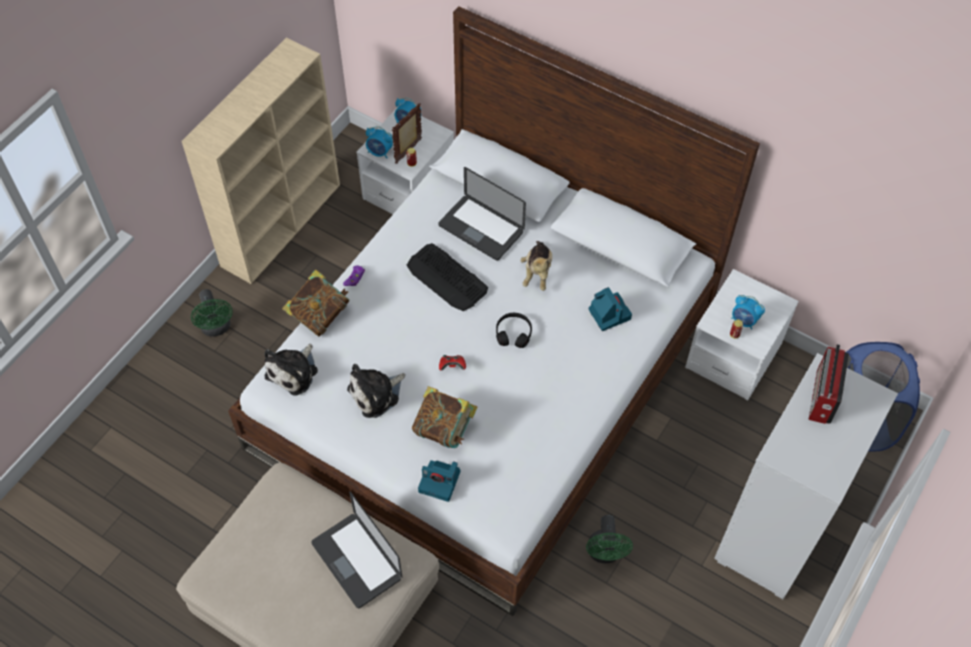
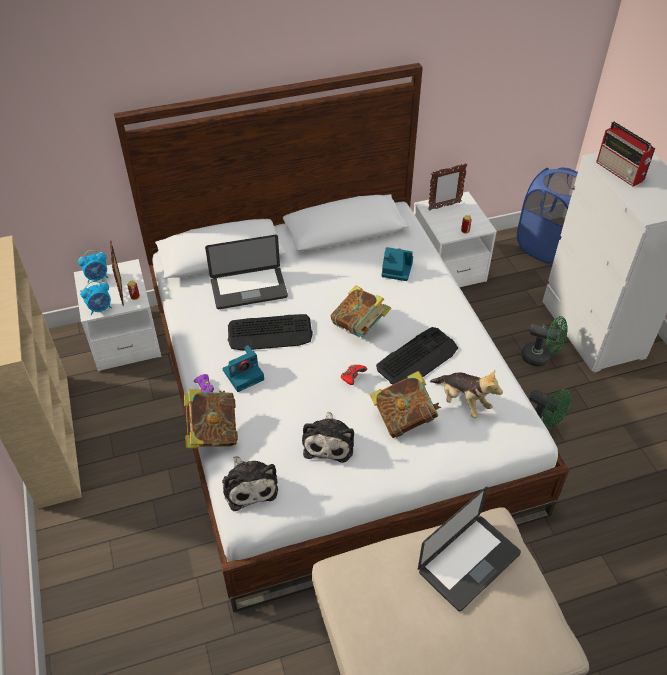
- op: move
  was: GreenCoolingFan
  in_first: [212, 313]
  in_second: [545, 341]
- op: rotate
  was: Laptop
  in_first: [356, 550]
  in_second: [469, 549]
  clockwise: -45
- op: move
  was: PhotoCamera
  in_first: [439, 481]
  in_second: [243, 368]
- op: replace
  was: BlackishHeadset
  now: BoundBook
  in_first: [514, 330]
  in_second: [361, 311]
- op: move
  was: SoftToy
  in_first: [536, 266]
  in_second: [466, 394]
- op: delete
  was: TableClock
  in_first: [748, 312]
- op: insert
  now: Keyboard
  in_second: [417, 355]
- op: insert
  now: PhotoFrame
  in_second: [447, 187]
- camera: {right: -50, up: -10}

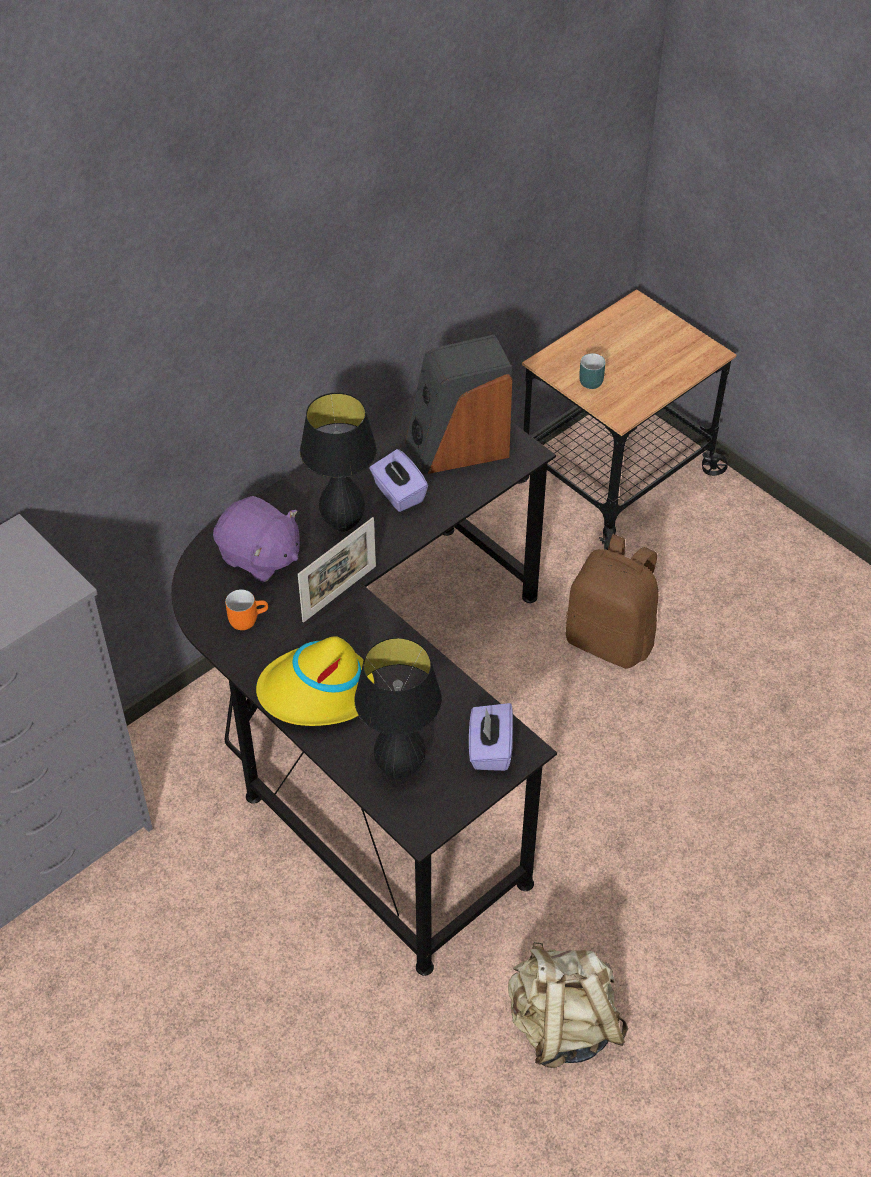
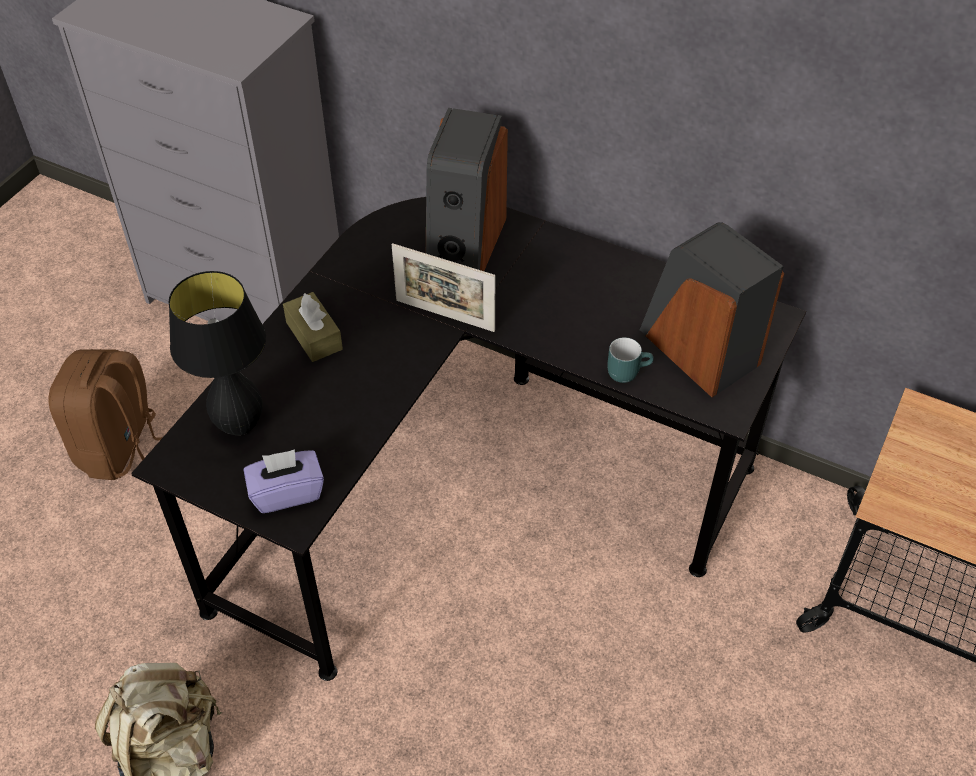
- op: replace
  was: PurpleColouredSoftToy
  now: Loudspeaker
  in_first: [256, 539]
  in_second: [467, 189]
- op: delete
  was: OrangeyMug
  in_first: [246, 609]
- op: replace
  was: YellowColouredClothingHat
  now: BrownColouredTissueHolder
  in_first: [315, 681]
  in_second: [313, 327]
- op: delete
  was: BlackishTableLamp
  in_first: [338, 461]
- op: delete
  was: PurpleColouredTissueHolder
  in_first: [398, 480]
- op: move
  was: BrownColouredRucksack
  in_first: [612, 601]
  in_second: [105, 414]
- op: move
  was: BlueGreenMug
  in_first: [592, 371]
  in_second: [630, 360]
- camera: {right: 70, up: 0}

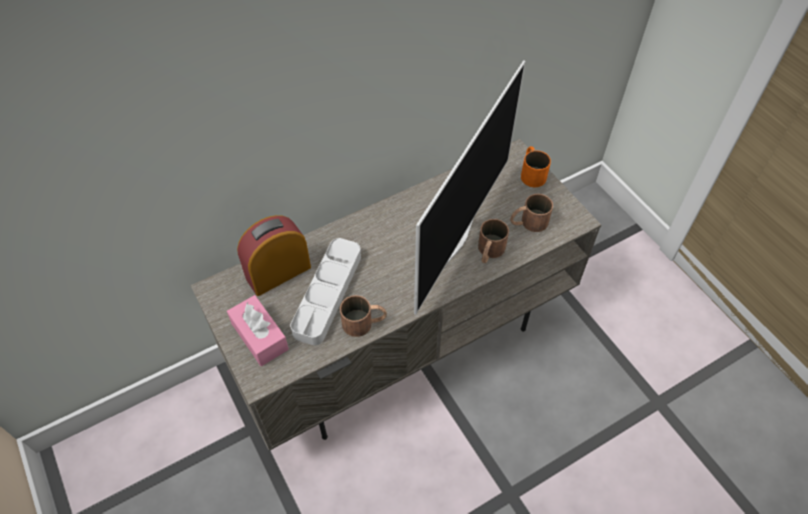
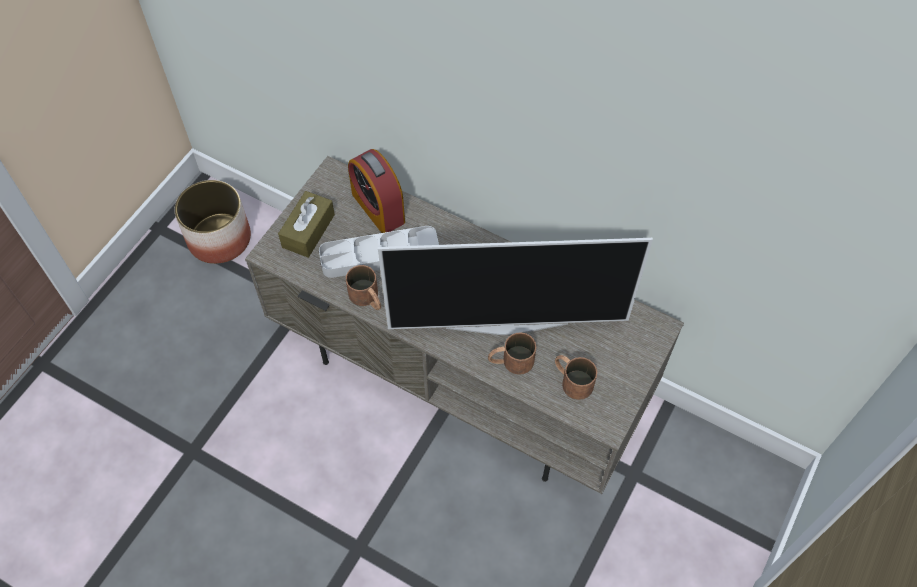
- op: recolor
  was: PinkishTissueHolder
  now: BrownColouredTissueHolder
  in_first: [258, 330]
  in_second: [306, 224]
- op: rotate
  was: TableClock
  in_first: [274, 255]
  in_second: [376, 191]
  clockwise: -150
- op: delete
  was: OrangeyMug
  in_first: [536, 166]
- op: insert
  now: Planter
  in_second: [212, 222]
- camera: {right: 60, up: 5}

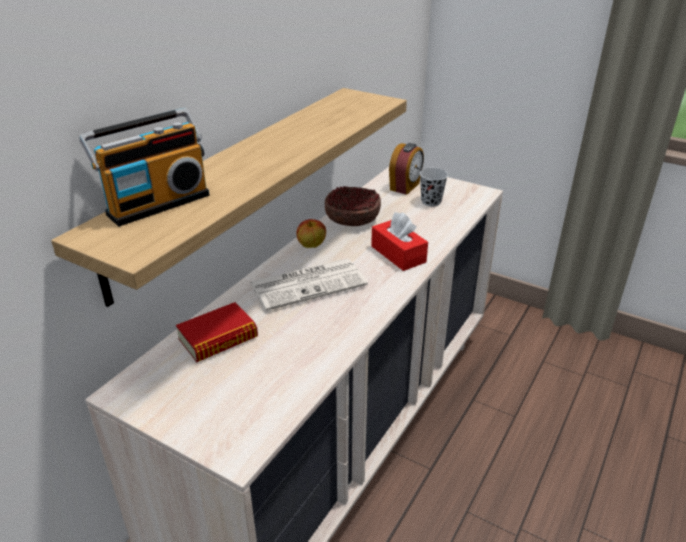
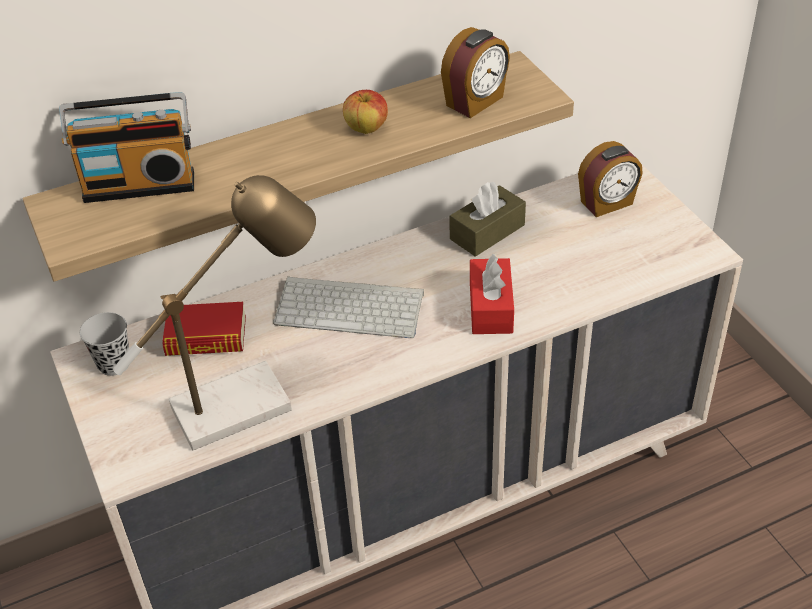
- op: replace
  was: Newspaper
  now: Keyboard
  in_first: [309, 285]
  in_second: [348, 307]
- op: move
  was: Apple
  in_first: [311, 233]
  in_second: [365, 112]
- op: replace
  was: DeepDish
  now: BrownColouredTissueHolder
  in_first: [353, 206]
  in_second: [487, 219]
- op: move
  was: BlackishCup
  in_first: [433, 187]
  in_second: [104, 344]
- op: insert
  now: TableLamp
  in_second: [214, 312]
- op: insert
  now: TableClock
  in_second: [475, 72]
- camera: {right: 35, up: 10}

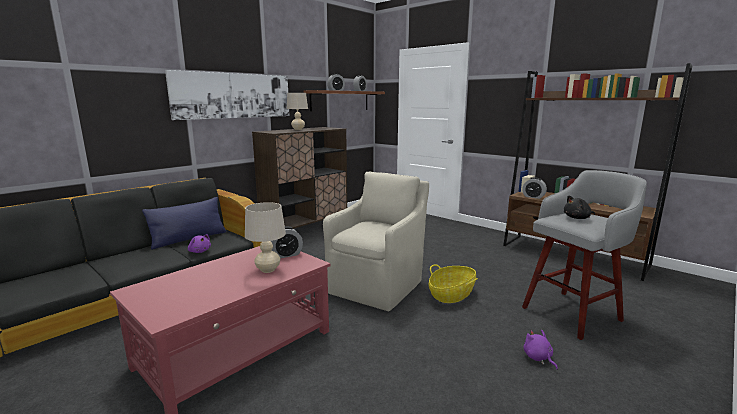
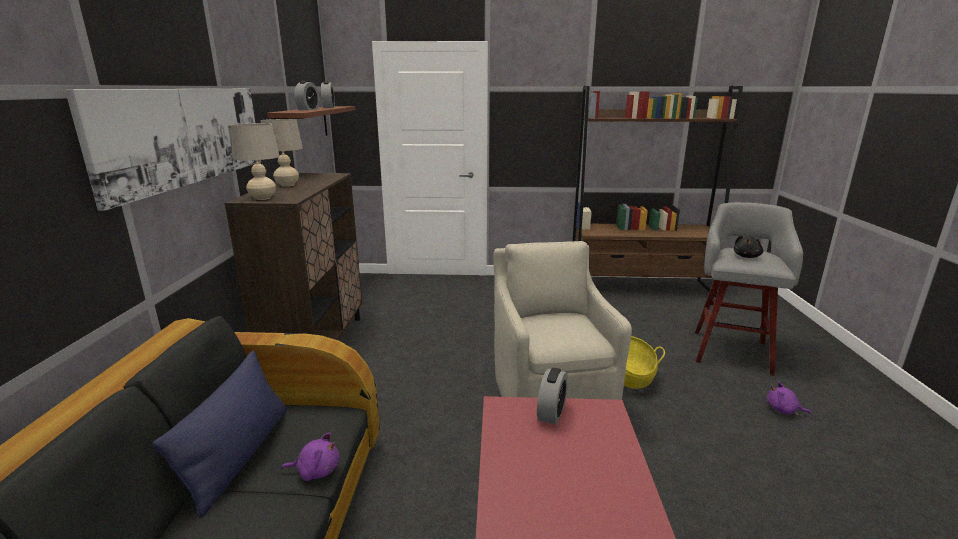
- op: move
  was: BeigeTableLamp
  in_first: [265, 237]
  in_second: [255, 161]
- op: delete
  was: TableClock
  in_first: [534, 188]
- camera: {right: -40, up: 5}

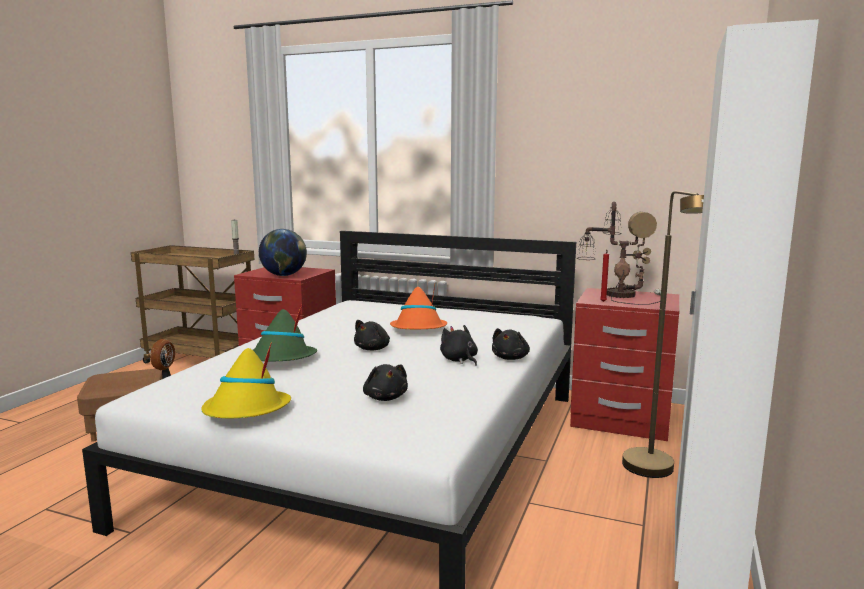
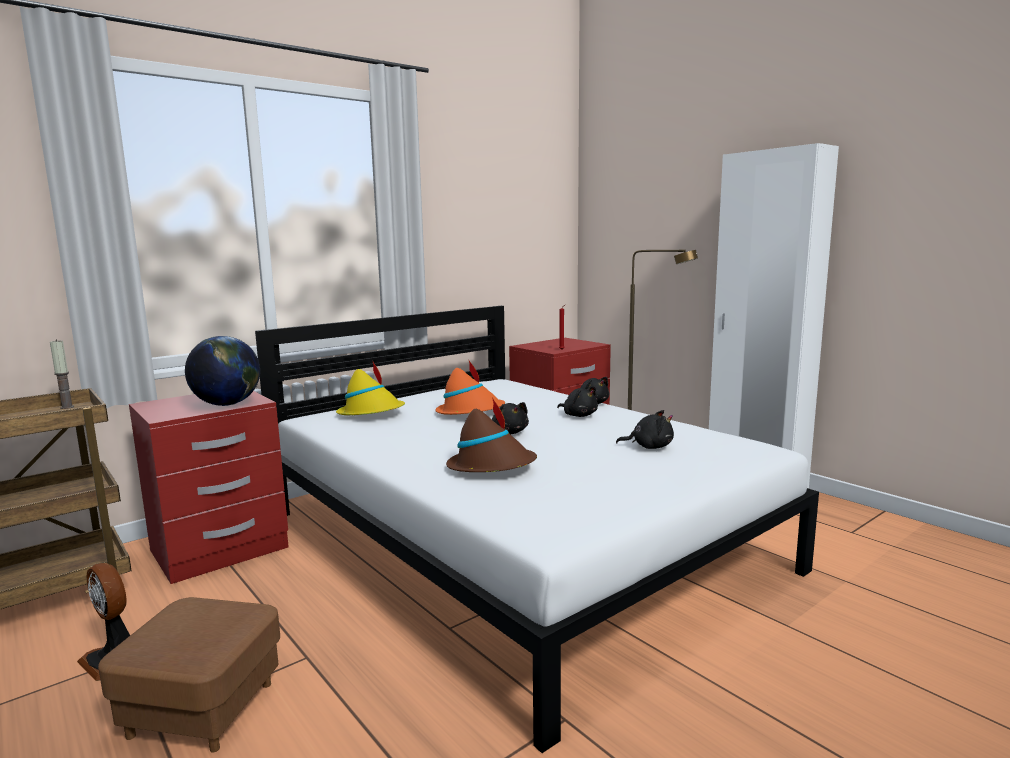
- op: move
  was: YellowColouredClothingHat
  in_first: [246, 380]
  in_second: [370, 388]
- op: recolor
  was: GreenClothingHat
  now: BrownColouredClothingHat
  in_first: [285, 333]
  in_second: [491, 434]
- op: rotate
  was: BlackishSoftToy
  in_first: [459, 345]
  in_second: [577, 401]
  clockwise: -135
- op: delete
  was: TableLamp
  in_first: [619, 253]
- camera: {right: -60, up: 0}

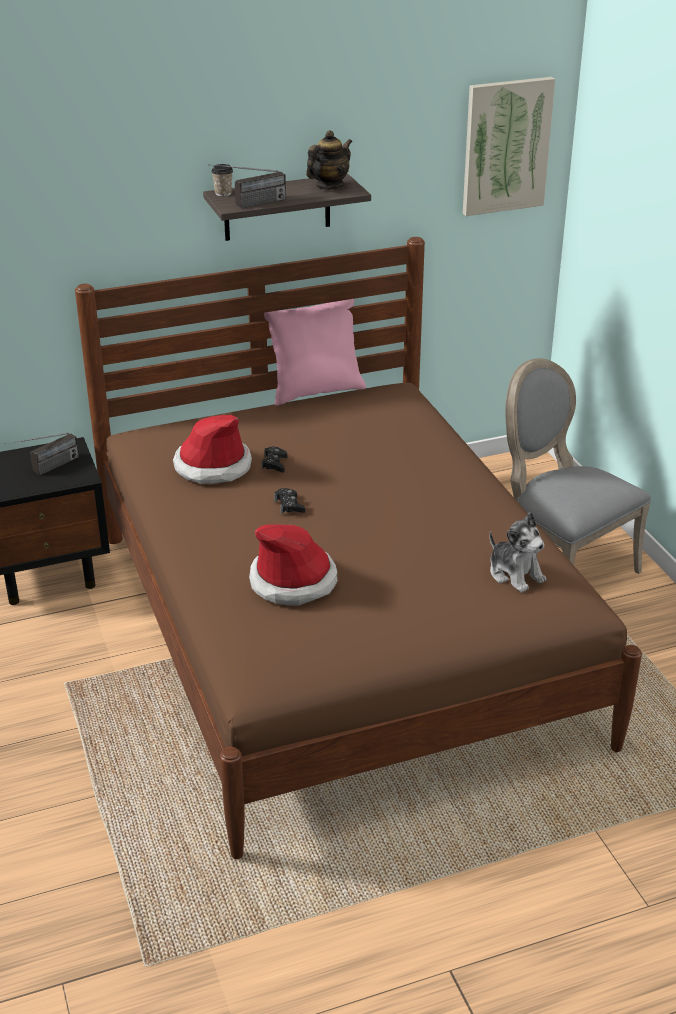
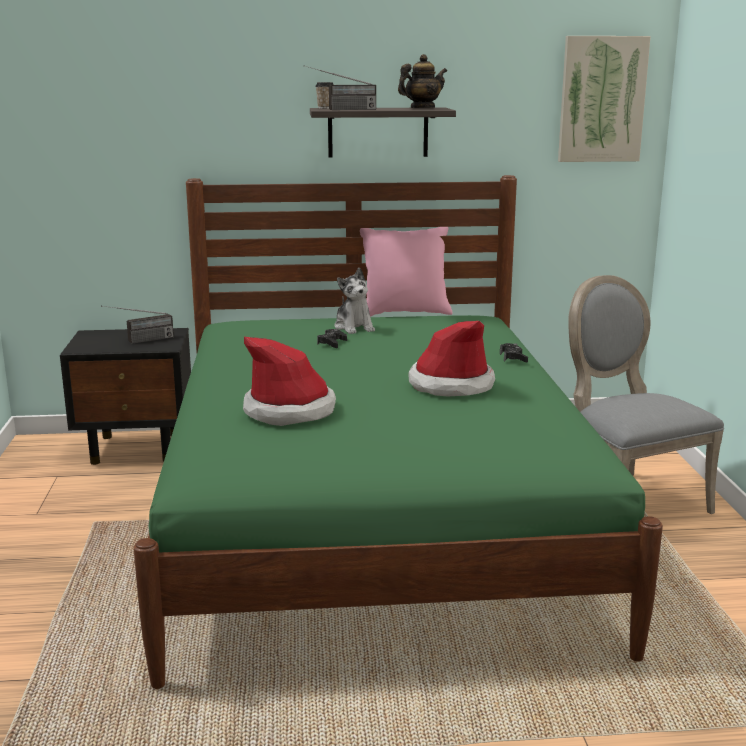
- op: recolor
  was: BrownColouredBed
  now: GreenBed
  in_first: [358, 548]
  in_second: [398, 432]
- op: move
  was: ClothingHat
  in_first: [212, 449]
  in_second: [451, 358]
- op: move
  was: BlackishJoypad
  in_first: [289, 501]
  in_second: [514, 353]
- op: move
  was: SoftToy
  in_first: [517, 552]
  in_second: [354, 301]
- camera: {right: 15, up: -15}

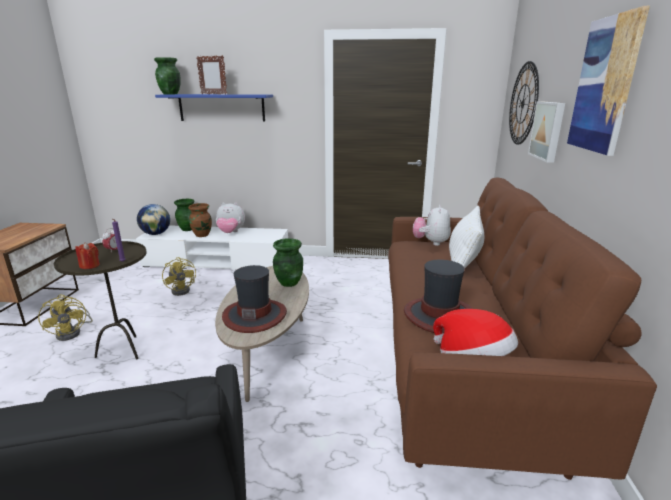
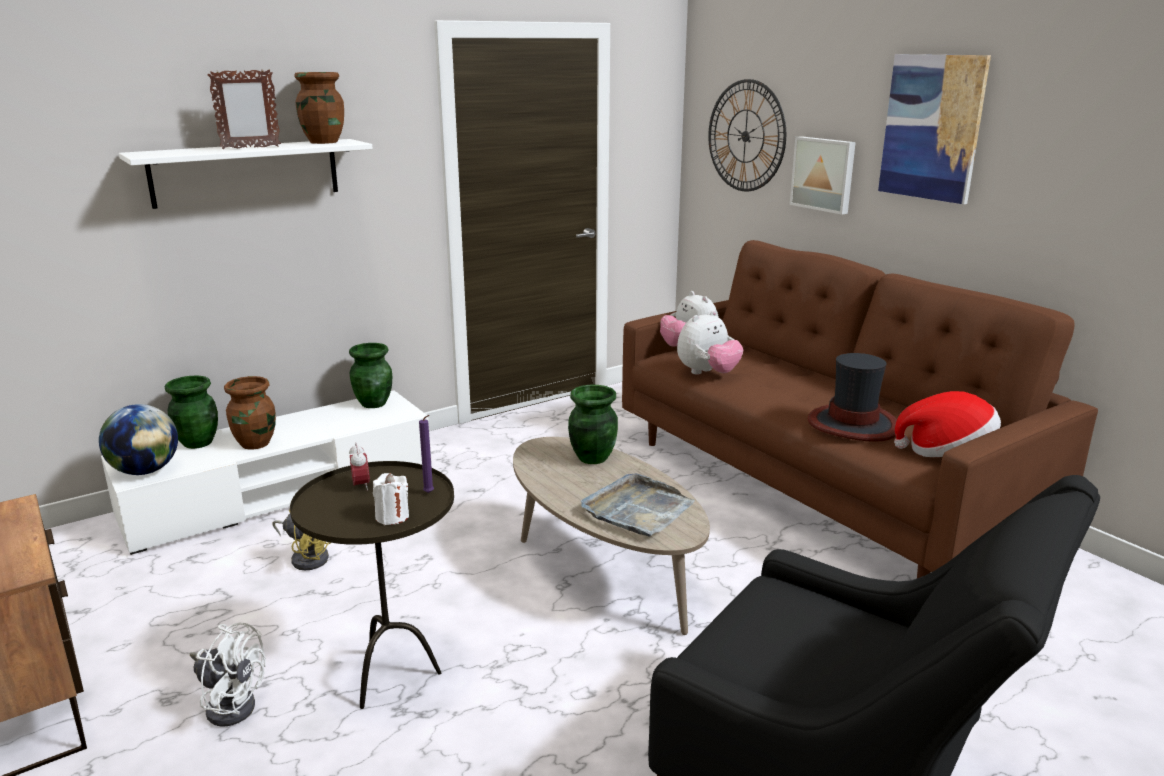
- op: recolor
  was: YellowColouredCoolingFan
  now: WhiteColouredCoolingFan
  in_first: [65, 317]
  in_second: [228, 674]
- op: recolor
  was: ReddishCandle
  now: WhiteColouredCandle
  in_first: [87, 256]
  in_second: [391, 499]
- op: move
  was: GreenFlowerVase
  in_first: [167, 75]
  in_second: [370, 375]
- op: recolor
  was: BluishBracketShelf
  now: WhiteColouredBracketShelf
  in_first: [214, 108]
  in_second: [246, 174]
- op: move
  was: SoftToy
  in_first: [230, 217]
  in_second: [710, 342]
- op: replace
  was: ClothingHat
  now: GrayTray
  in_first: [254, 299]
  in_second: [638, 505]
- op: delete
  was: WhiteColouredThrowPillow
  in_first: [466, 236]
- op: insert
  now: BrownColouredFlowerVase
  in_second: [319, 108]
- camera: {right: -40, up: 0}

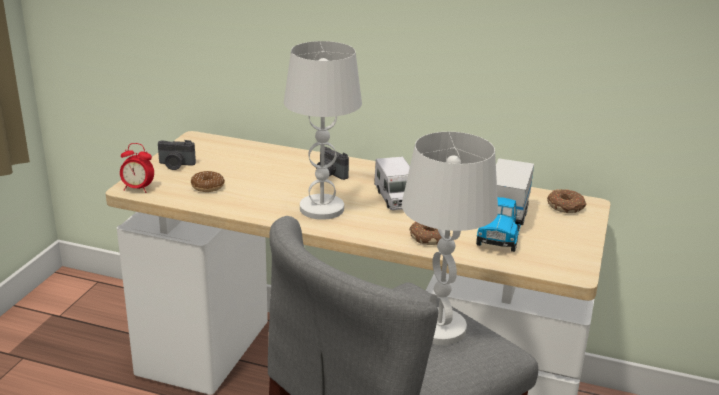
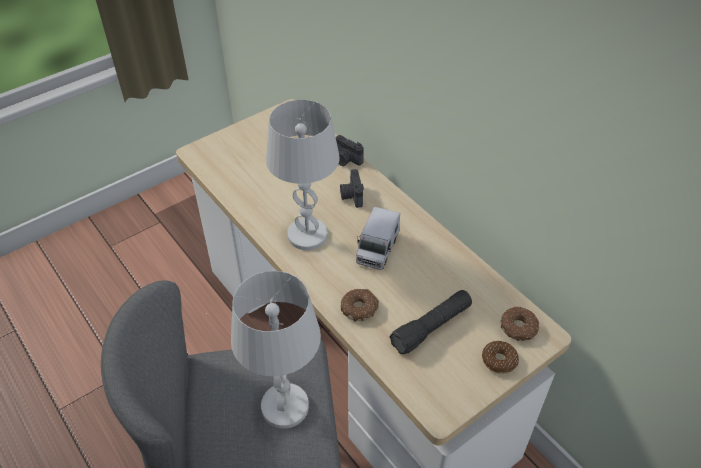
- op: delete
  was: TableClock
  in_first: [137, 168]
- op: move
  was: PhotoCamera
  in_first: [177, 155]
  in_second: [350, 150]
- op: move
  was: Donut
  in_first: [208, 181]
  in_second: [500, 357]
- op: replace
  was: ToyTruck
  now: BlackishTorch
  in_first: [505, 205]
  in_second: [431, 322]
- camera: {right: 35, up: 20}

